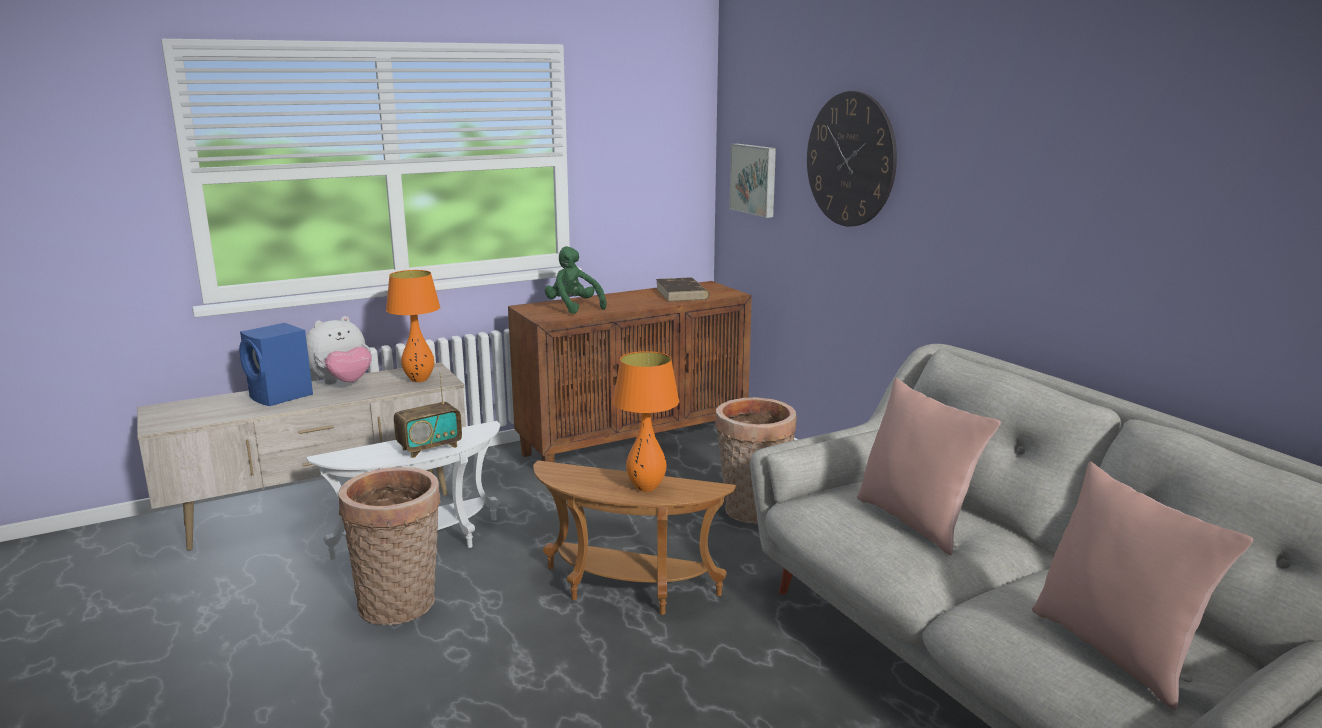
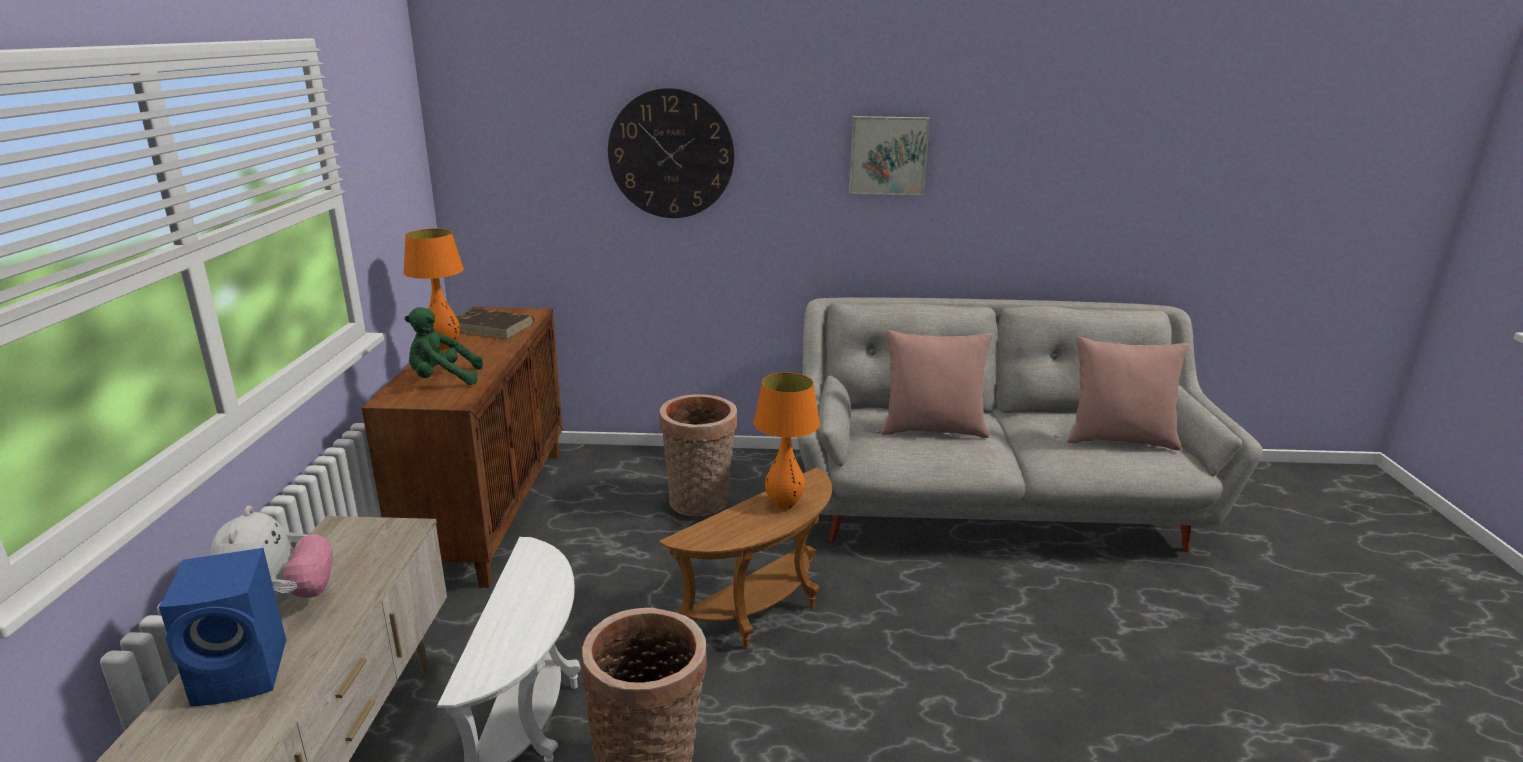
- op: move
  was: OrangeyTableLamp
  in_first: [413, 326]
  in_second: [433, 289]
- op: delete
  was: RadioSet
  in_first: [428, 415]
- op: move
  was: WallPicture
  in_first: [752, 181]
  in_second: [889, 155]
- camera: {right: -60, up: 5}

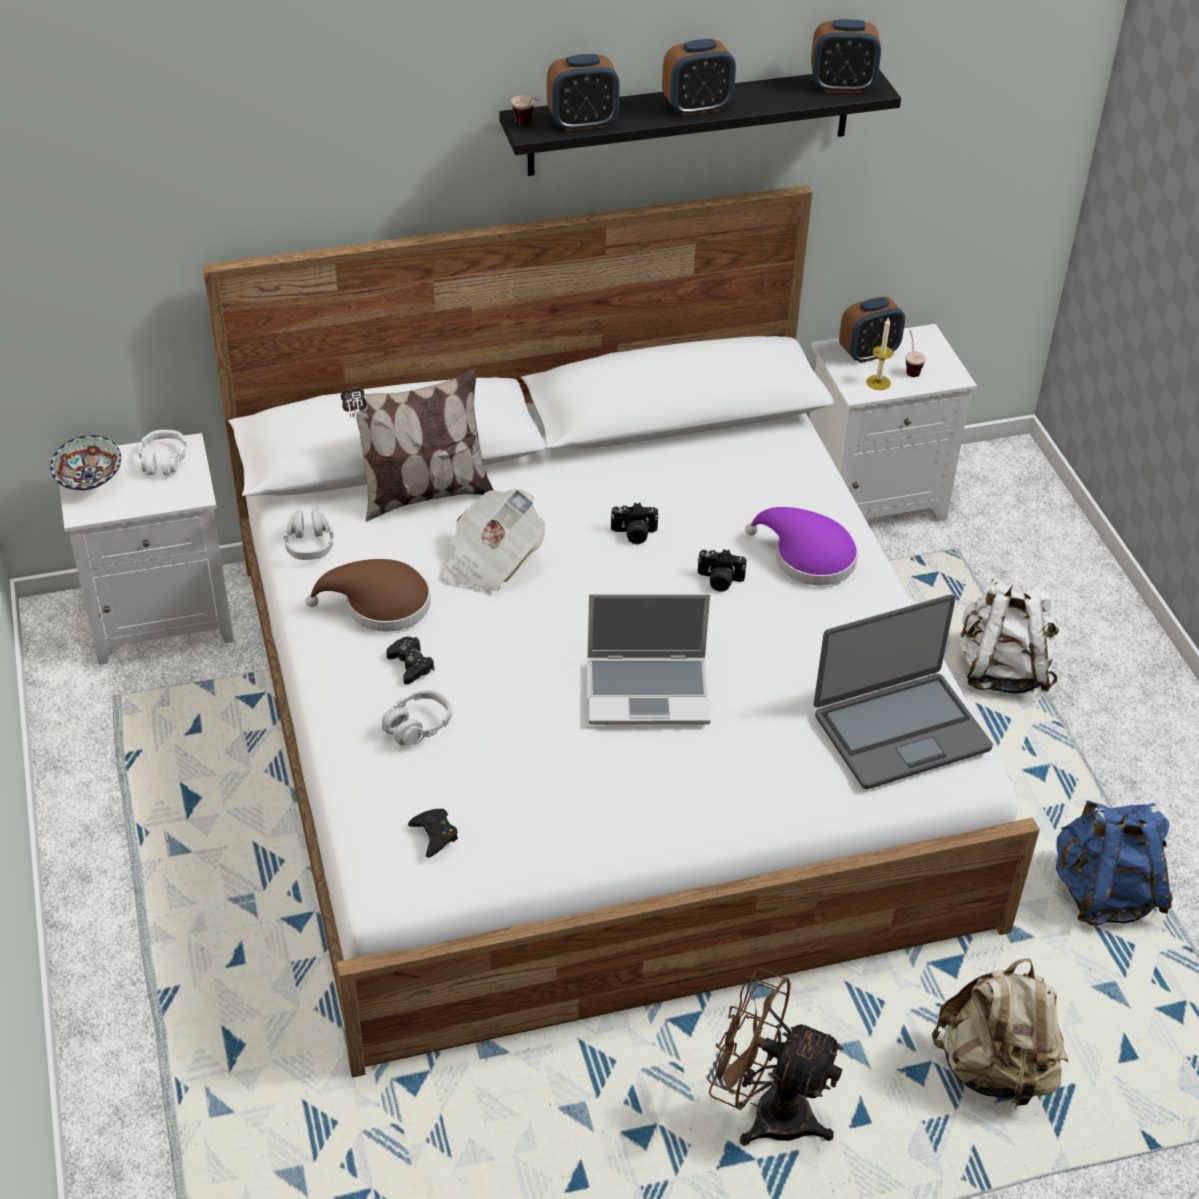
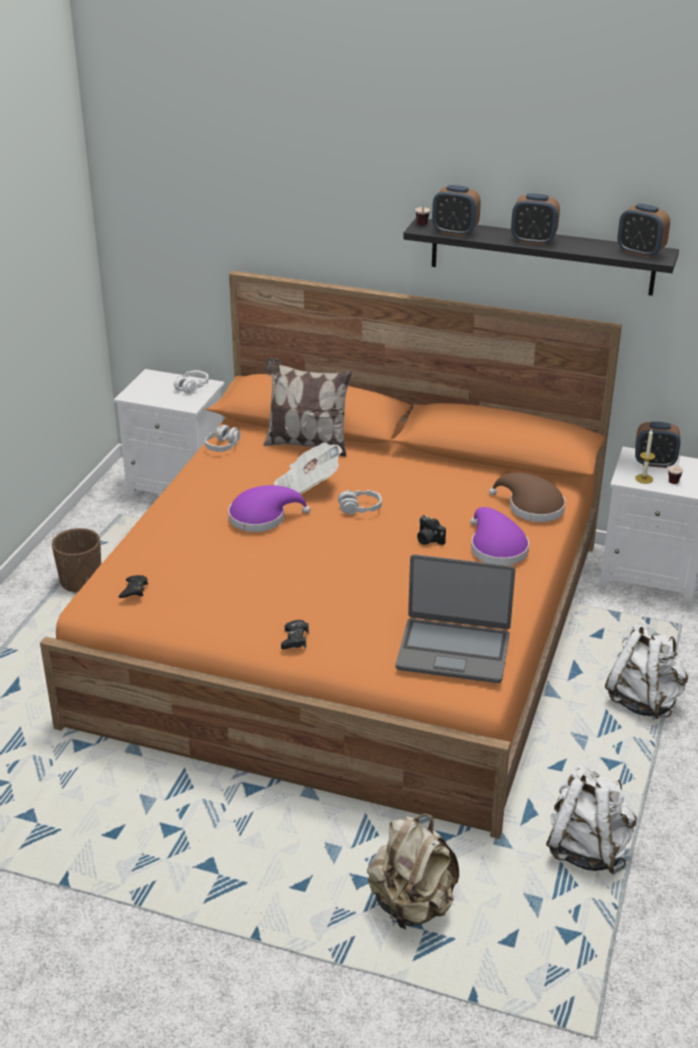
- op: delete
  was: DeepDish
  in_first: [85, 462]
- op: recolor
  was: WhiteColouredBed
  now: OrangeyBed
  in_first: [621, 631]
  in_second: [331, 555]
- op: move
  was: BrownColouredClothingHat
  in_first: [368, 595]
  in_second: [527, 497]
- op: move
  was: GrayHeadset
  in_first: [417, 717]
  in_second: [360, 502]
- op: move
  was: BlackishJoypad
  in_first: [410, 661]
  in_second: [295, 634]
- op: delete
  was: Laptop
  in_first: [648, 659]
- op: delete
  was: PhotoCamera
  in_first: [635, 523]
- op: delete
  was: BrownColouredCoolingFan
  in_first: [776, 1057]
- op: recolor
  was: BluishRucksack
  now: WhiteColouredRucksack
  in_first: [1114, 863]
  in_second: [591, 819]
- op: insert
  now: BrownColouredPlanter
  in_second: [76, 560]
- op: insert
  now: PurpleColouredClothingHat
  in_second: [269, 508]
- camera: {right: 35, up: -10}

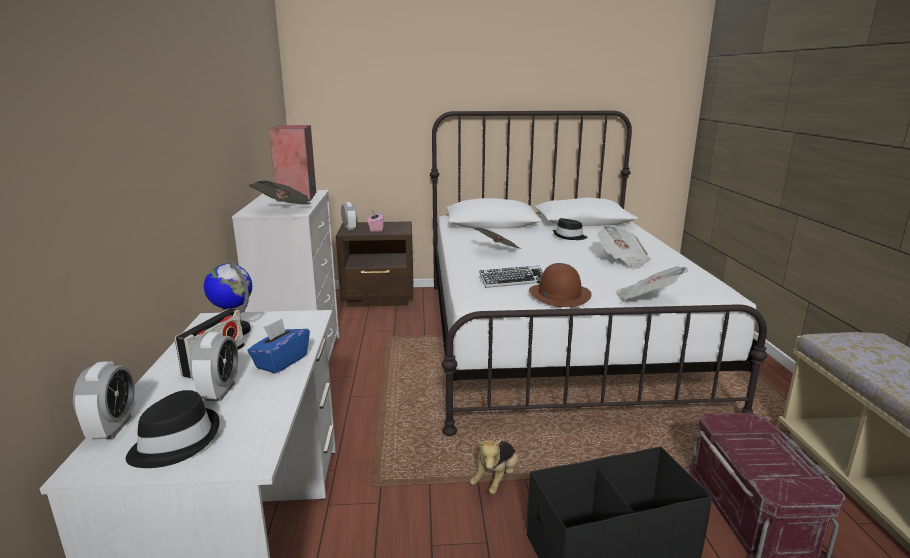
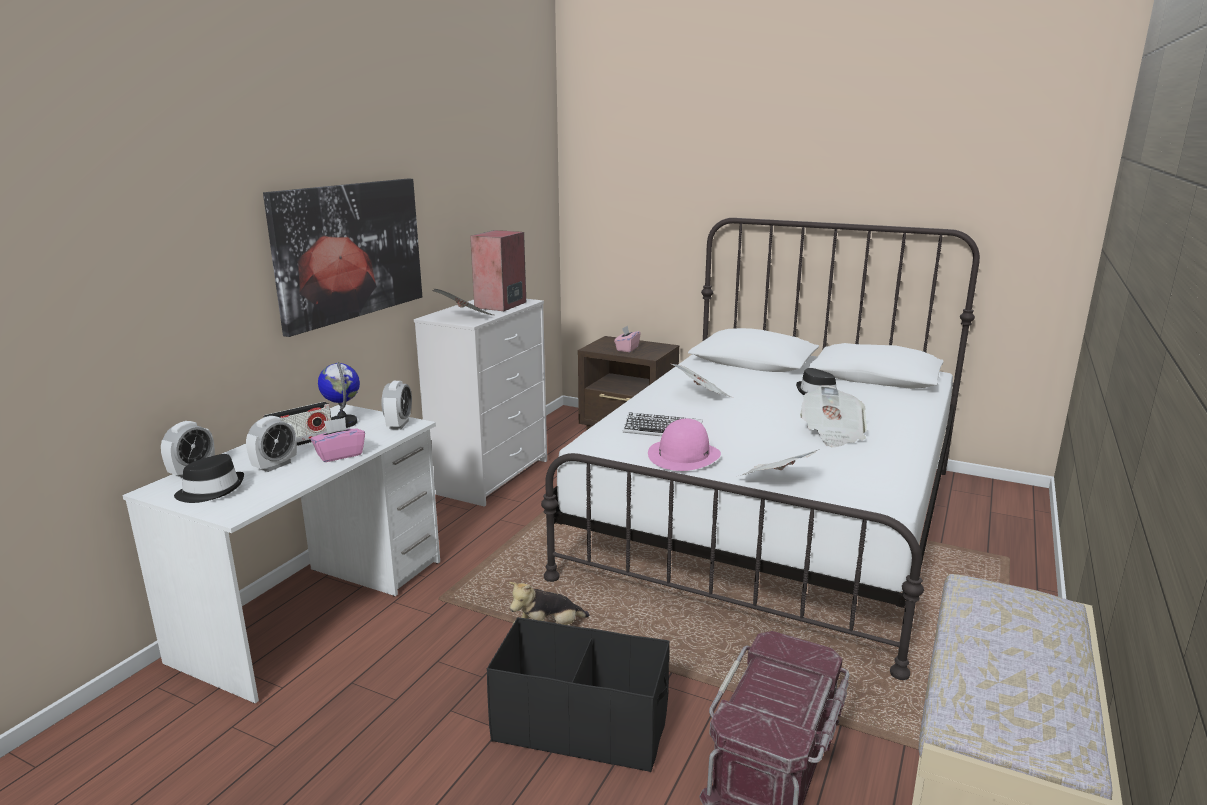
- op: recolor
  was: BluishTissueHolder
  now: PinkishTissueHolder
  in_first: [278, 346]
  in_second: [338, 439]
- op: move
  was: TableClock
  in_first: [349, 216]
  in_second: [396, 405]
- op: recolor
  was: BrownColouredClothingHat
  now: PinkishClothingHat
  in_first: [560, 285]
  in_second: [684, 445]
- op: insert
  now: WallPicture
  in_second: [342, 258]
- camera: {right: 30, up: 0}

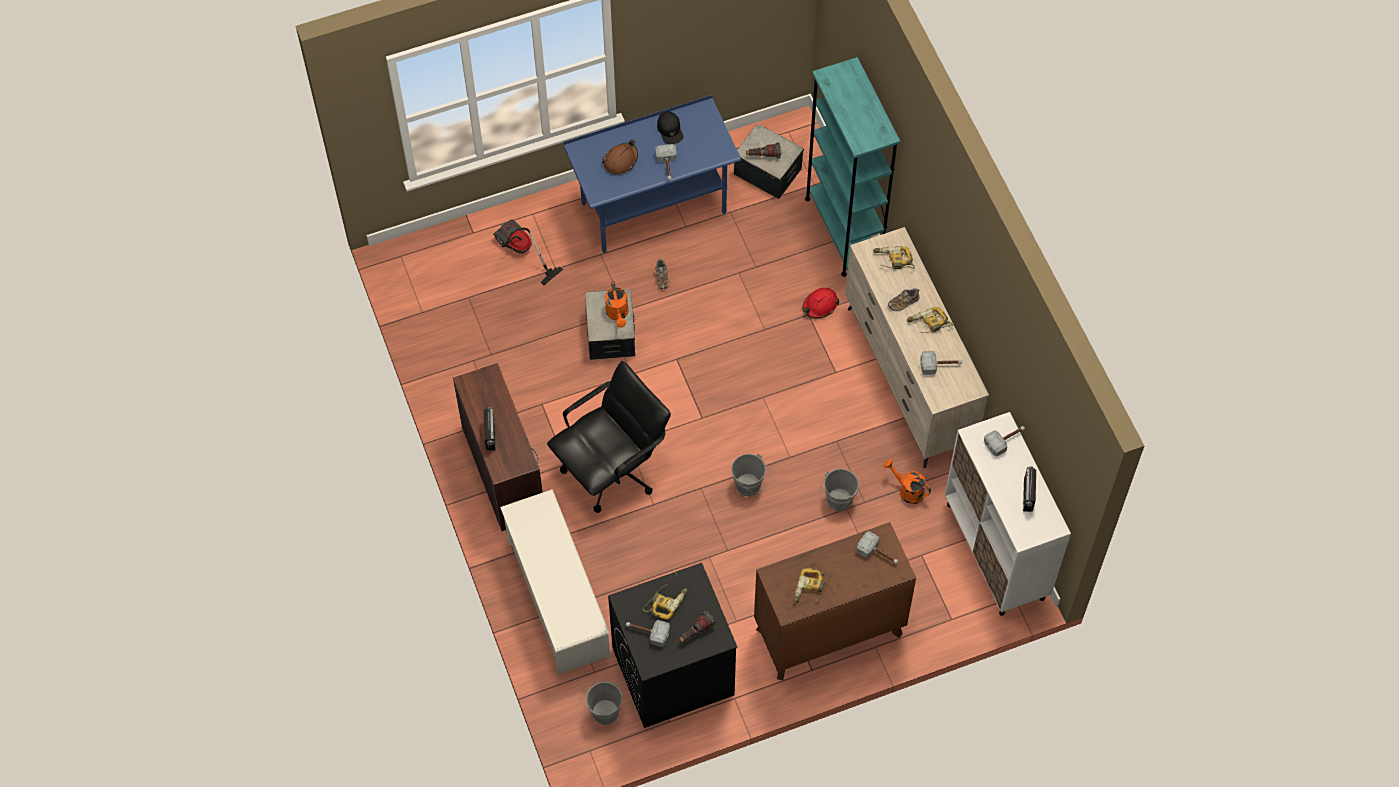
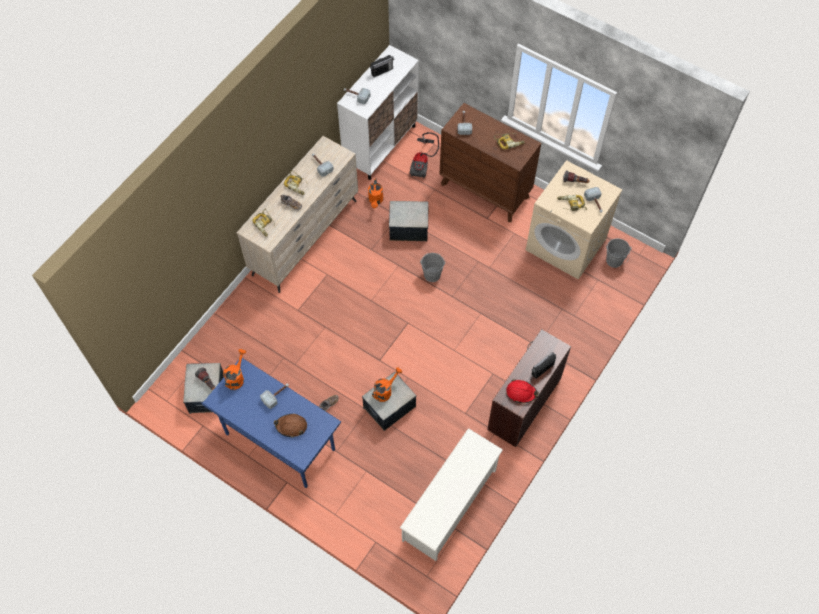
- op: move
  was: Hoover
  in_first: [528, 252]
  in_second: [424, 155]
- op: move
  was: WhiteColouredShoeRack
  in_first: [555, 582]
  in_second: [451, 494]
- op: delete
  was: BlackishComputerChair
  in_first: [609, 437]
- op: recolor
  was: BlackishLaundryAppliance
  now: BeigeLaundryAppliance
  in_first: [672, 645]
  in_second: [574, 219]
- op: delete
  was: BlackishBaseballCap
  in_first: [670, 127]
- op: move
  was: ReddishSafetyHelmet
  in_first: [820, 303]
  in_second: [522, 391]
- op: delete
  was: BlueGreenBookshelf
  in_first: [852, 167]
- op: replace
  was: GrayWaterBucket
  now: StorageBin
  in_first: [839, 490]
  in_second: [409, 221]
- op: insert
  now: OrangeyWateringPot
  in_second: [234, 369]
- camera: {right: -125, up: 0}

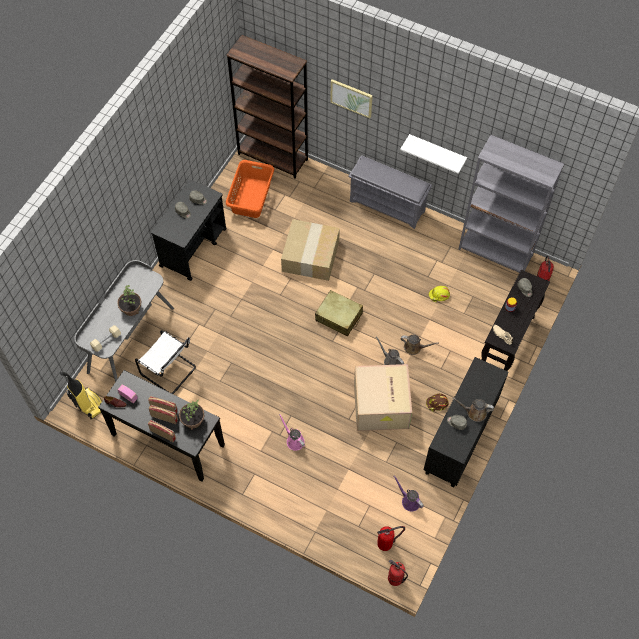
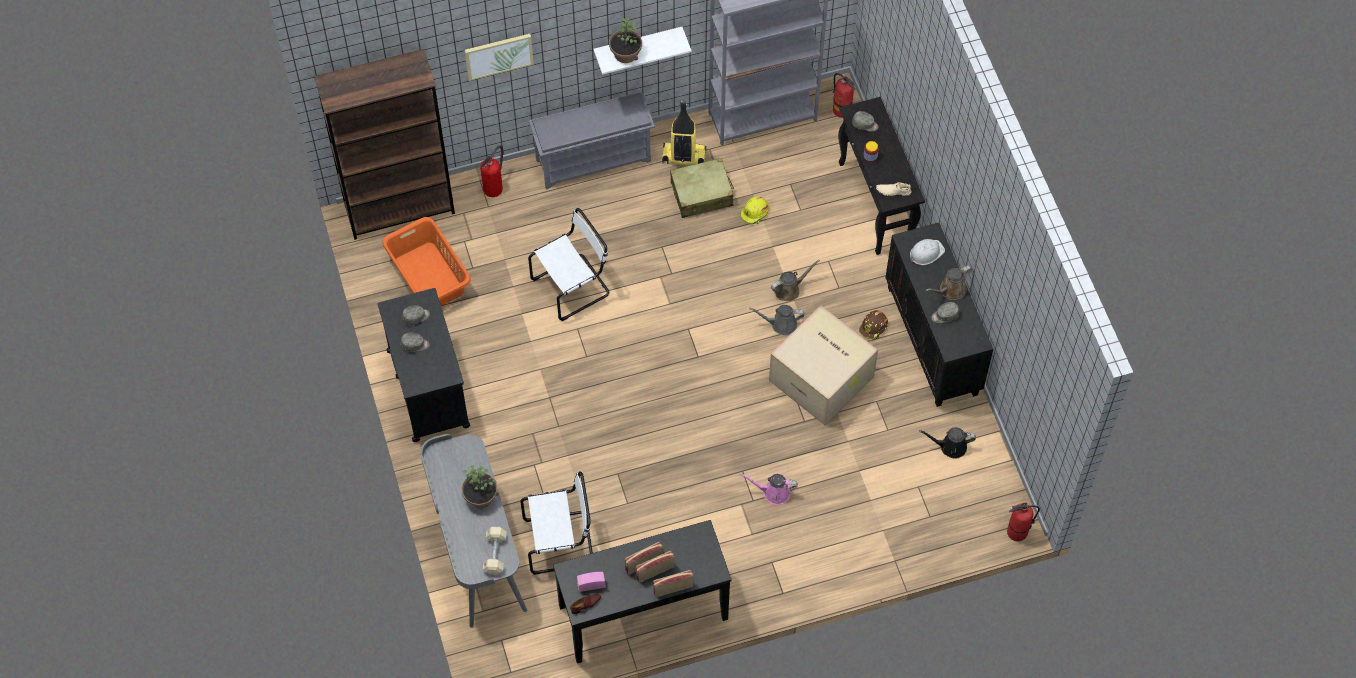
- op: move
  was: Hoover
  in_first: [81, 395]
  in_second: [684, 132]
- op: move
  was: PottedPlant
  in_first: [191, 414]
  in_second: [625, 39]
- op: replace
  was: PackingBox
  now: WhiteColouredUprightChair
  in_first: [310, 250]
  in_second: [568, 264]
- op: move
  was: BeigeSuitcase
  in_first: [339, 313]
  in_second: [702, 188]
- op: move
  was: Extinguisher
  in_first: [391, 538]
  in_second: [492, 171]
- op: recolor
  was: PurpleColouredWateringPot
  now: BlackishWateringPot
  in_first: [409, 493]
  in_second: [947, 443]
- op: insert
  now: WhiteColouredSafetyHelmet
  in_second: [927, 252]
- camera: {right: -45, up: 0}

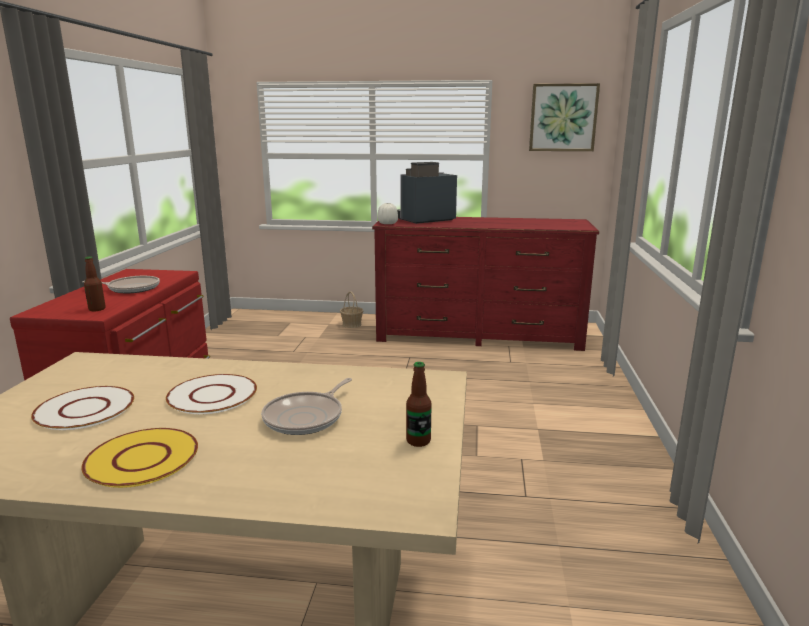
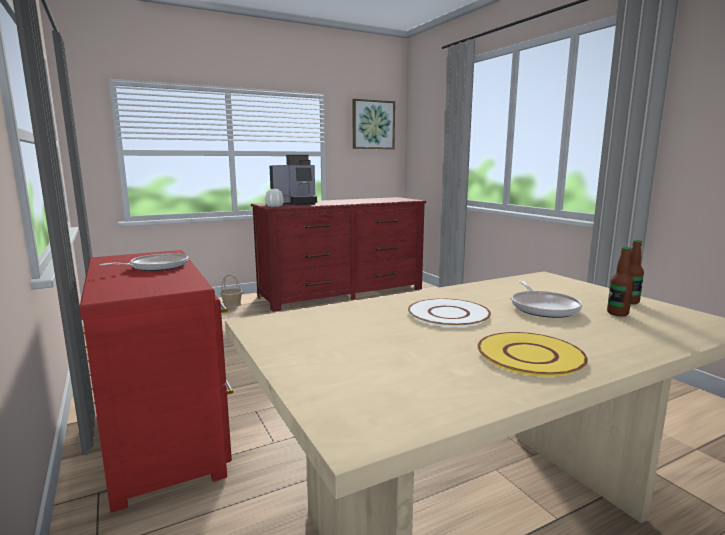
- op: delete
  was: WhiteColouredDinnerPlate
  in_first: [82, 408]
- op: move
  was: Bottle
  in_first: [95, 283]
  in_second: [620, 281]
- op: rotate
  was: CoffeeMachine
  in_first: [427, 193]
  in_second: [293, 180]
  clockwise: -135
- camera: {right: -35, up: -5}

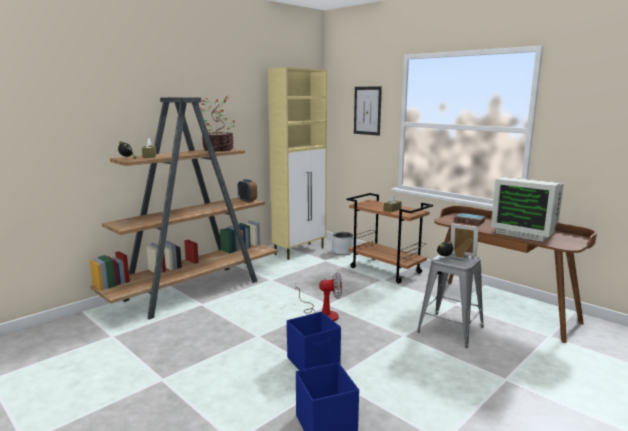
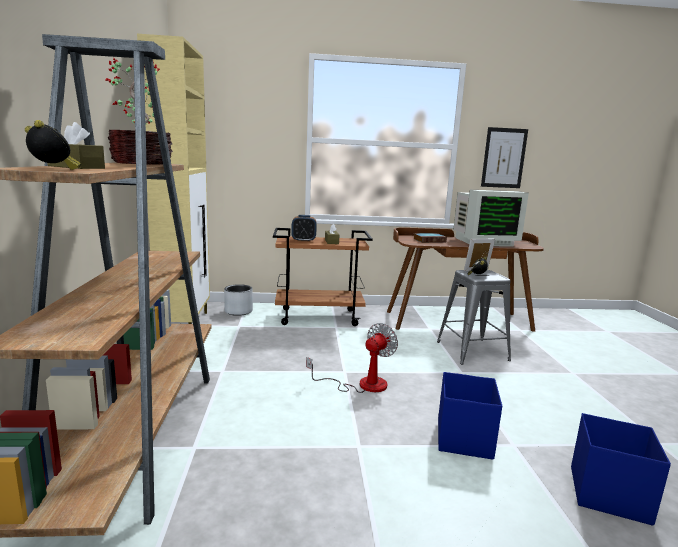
- op: move
  was: TableClock
  in_first: [247, 190]
  in_second: [304, 228]
- op: move
  was: WallPicture
  in_first: [368, 111]
  in_second: [504, 157]
- camera: {right: -50, up: 0}

